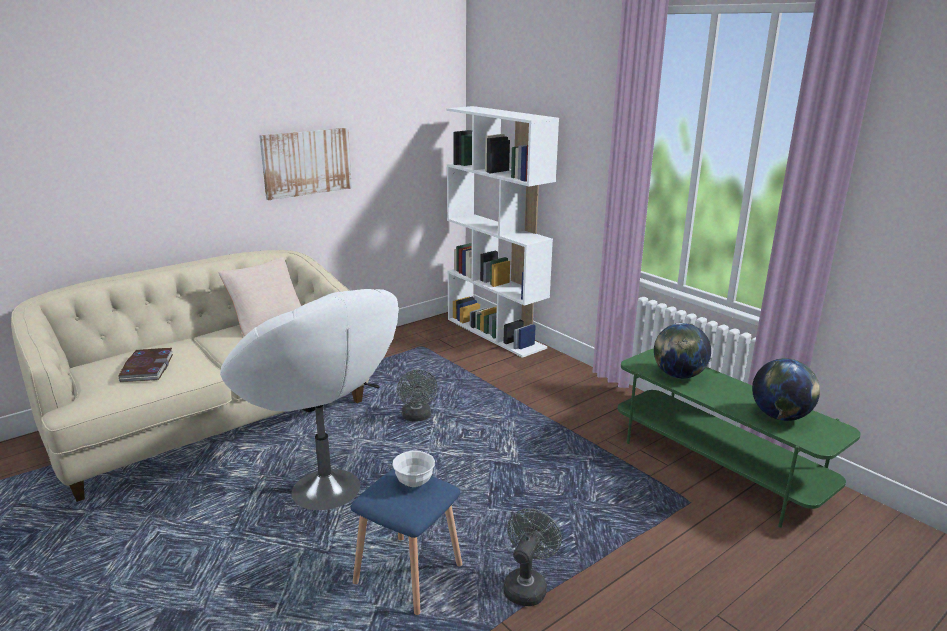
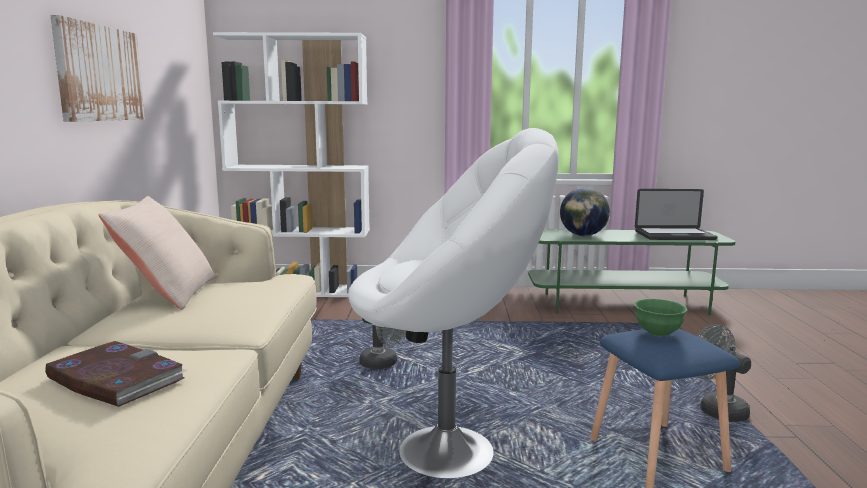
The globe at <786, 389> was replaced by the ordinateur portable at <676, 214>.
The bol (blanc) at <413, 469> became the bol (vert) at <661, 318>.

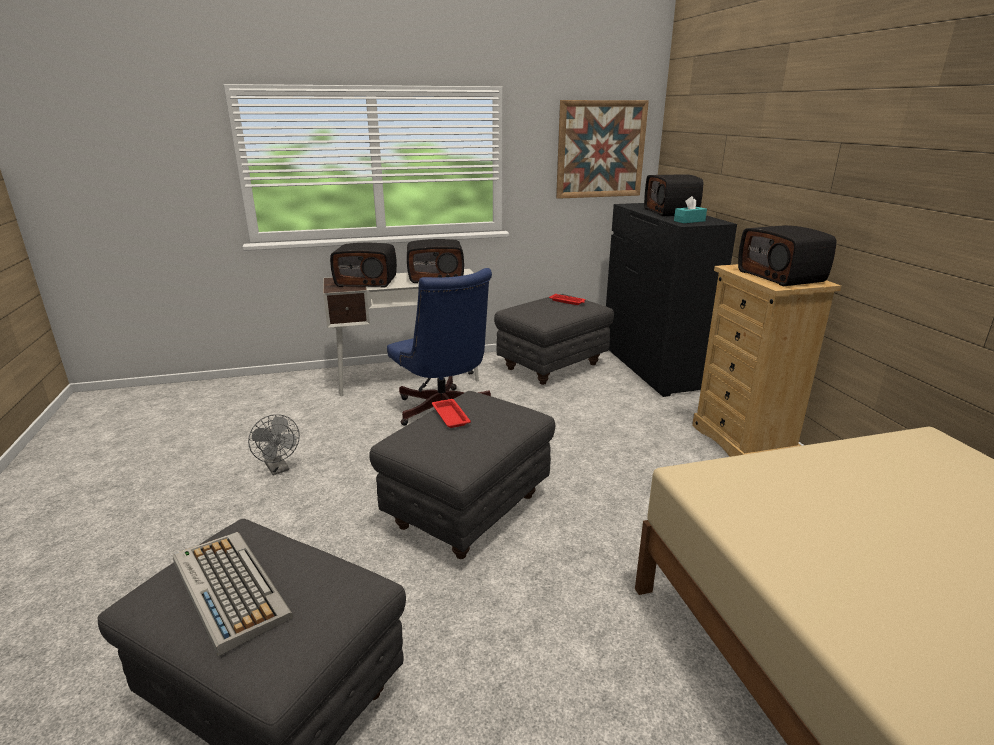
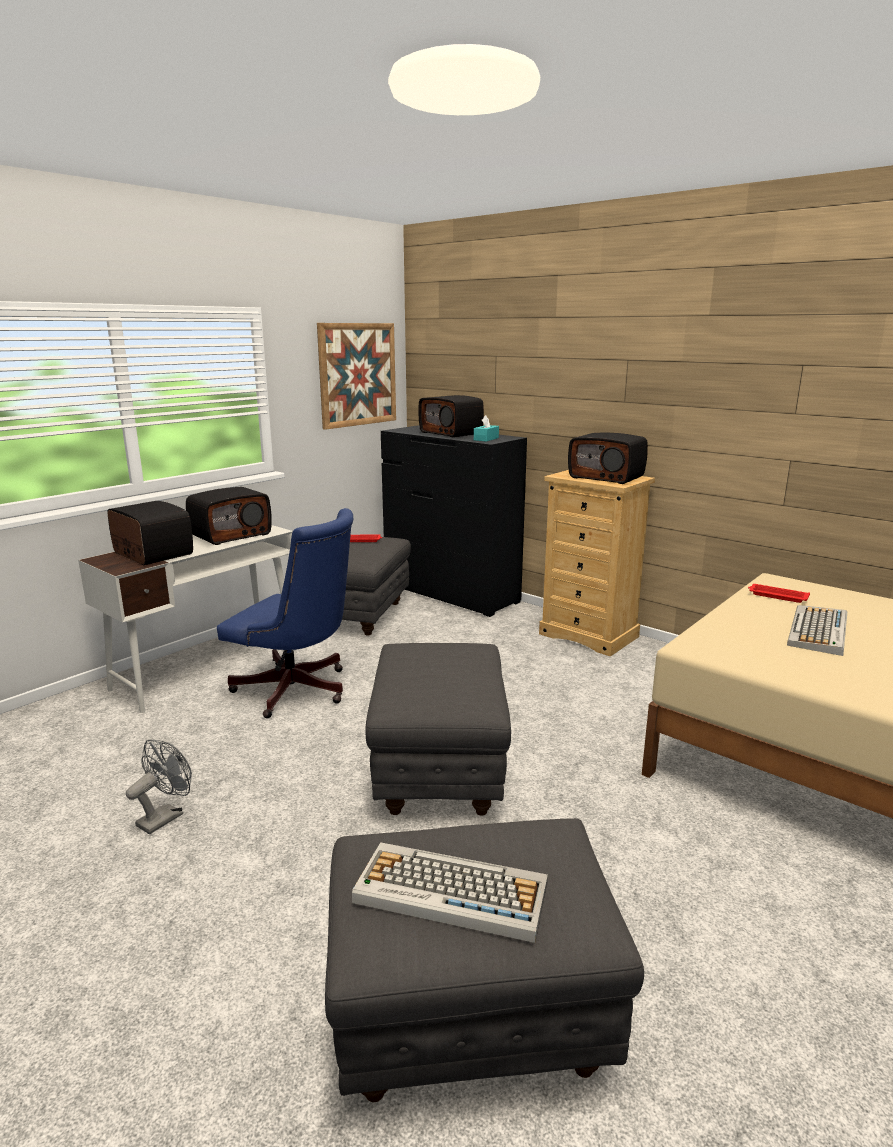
The clavier at <817, 630> appeared.
The plateau (rouge) moved from <451, 413> to <779, 593>.
The ventilateur (gris) at <274, 444> turned 75 degrees counterclockwise.
The radio at <363, 265> turned 105 degrees counterclockwise.

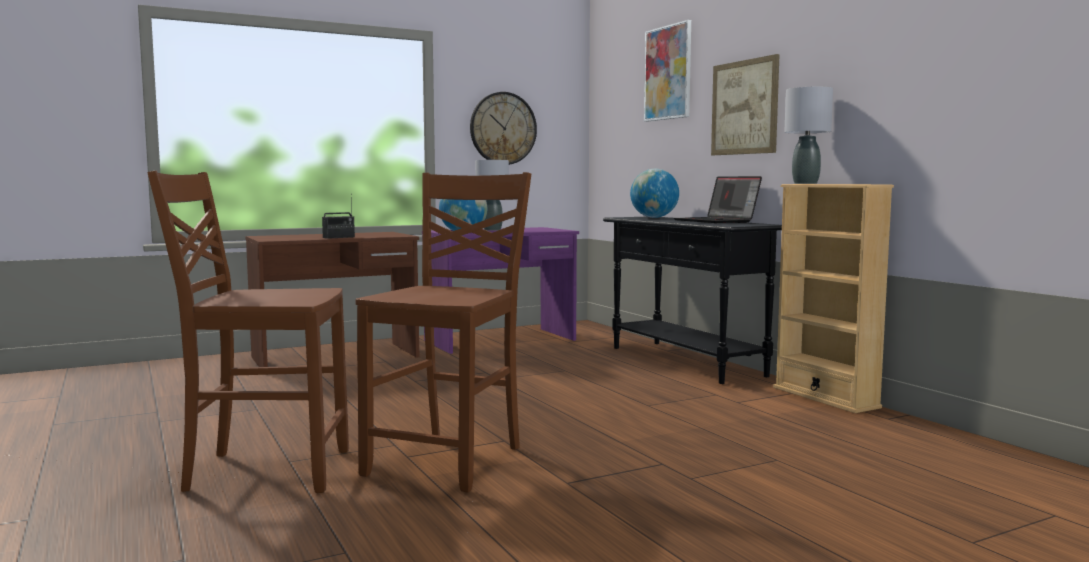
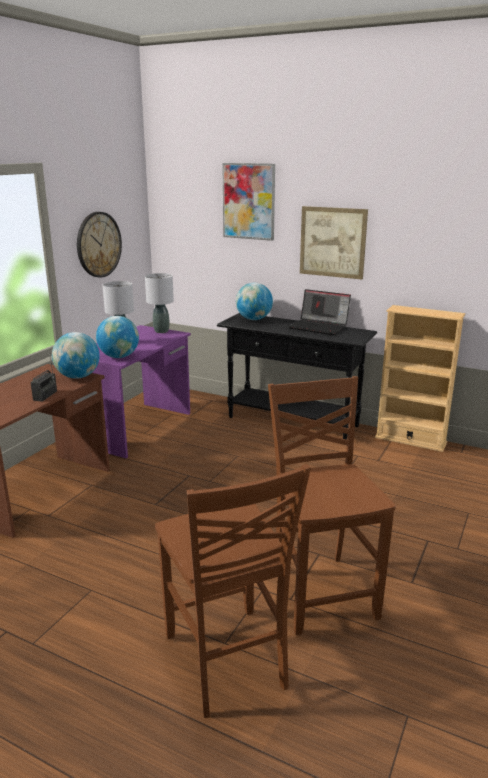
The globe at <76, 355> appeared.
The lampe de table (gris) moved from <808, 135> to <159, 303>.
The chaise (marron) at <248, 332> turned 75 degrees counterclockwise.

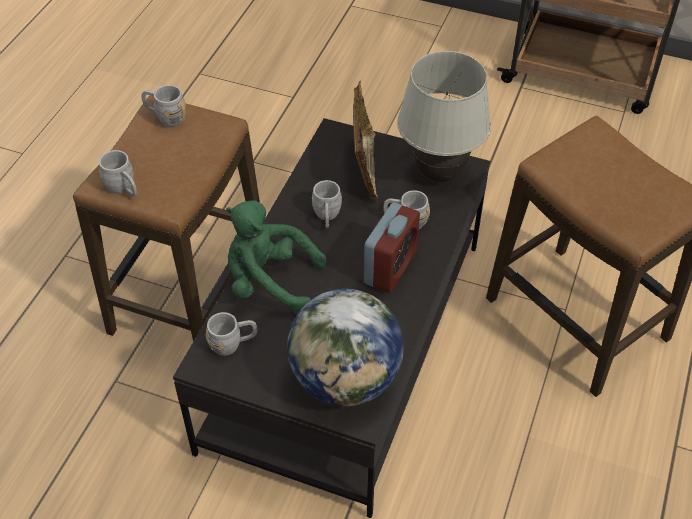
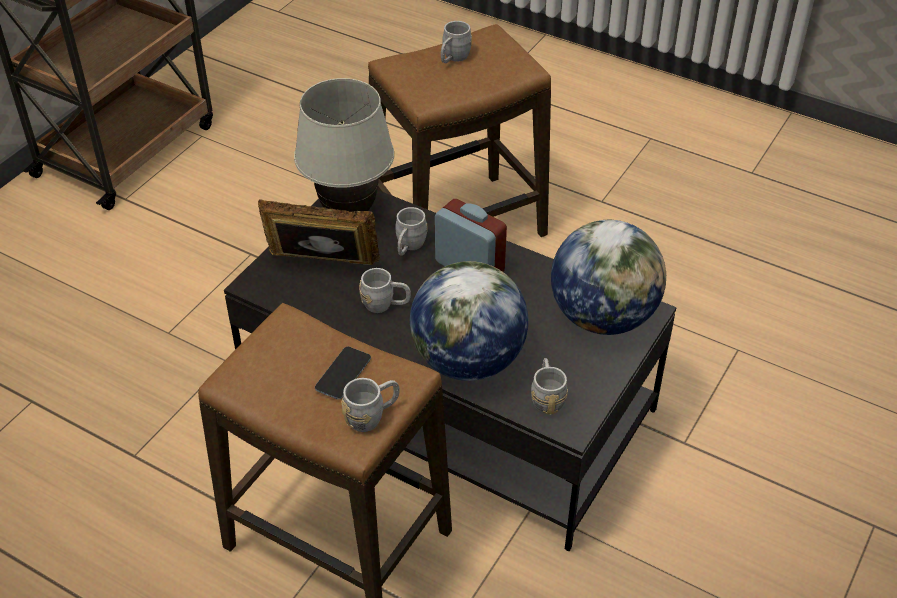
The téléphone at <343, 373> appeared.
The mug (gris) moved from <163, 106> to <456, 42>.
The peluche (vert) at <276, 257> was replaced by the globe at <469, 321>.

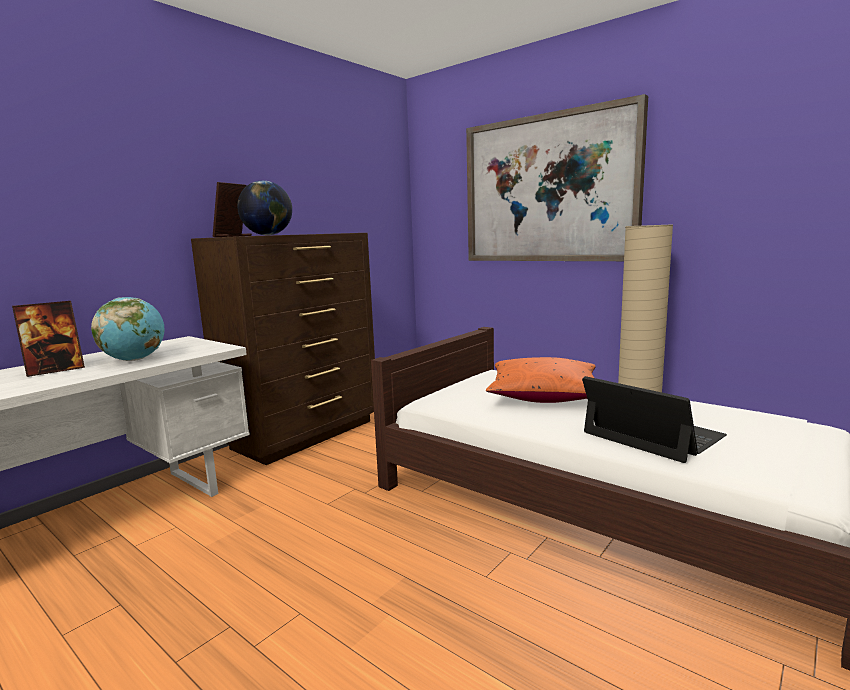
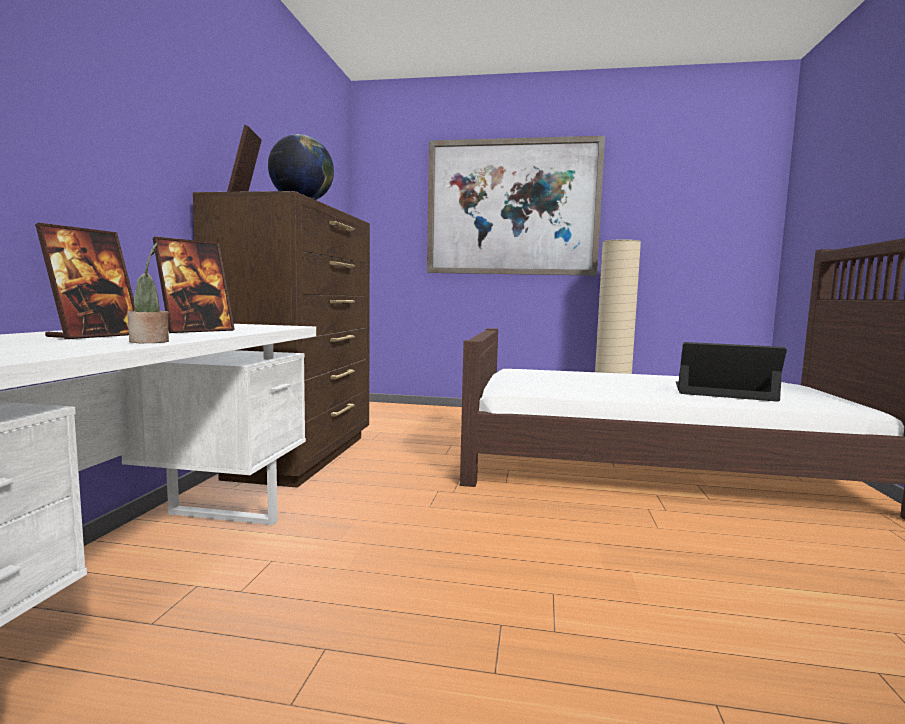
The coussin (orange) at <541, 380> disappeared.
The plante en pot at <148, 293> appeared.
The globe at <127, 329> was replaced by the cadre photo at <194, 285>.

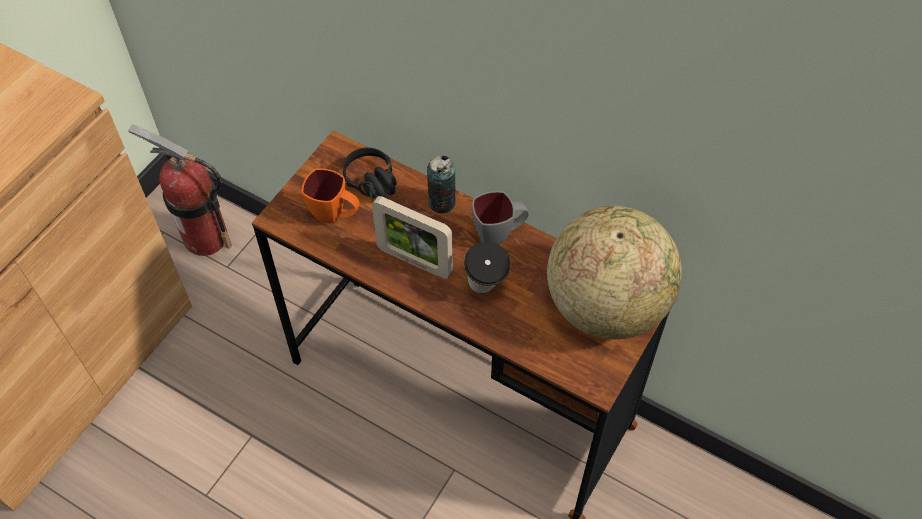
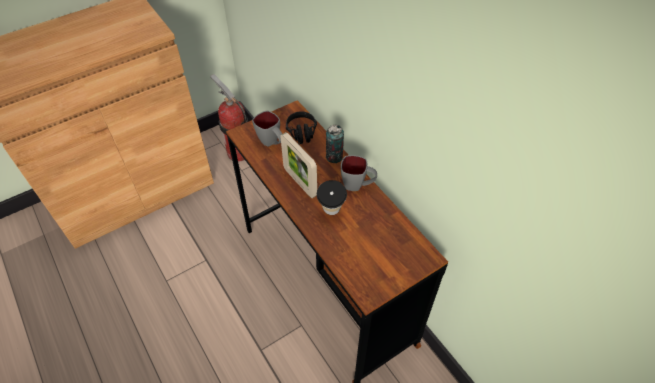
The globe at <614, 272> disappeared.
The mug (orange) at <330, 196> became the mug (gris) at <267, 129>.

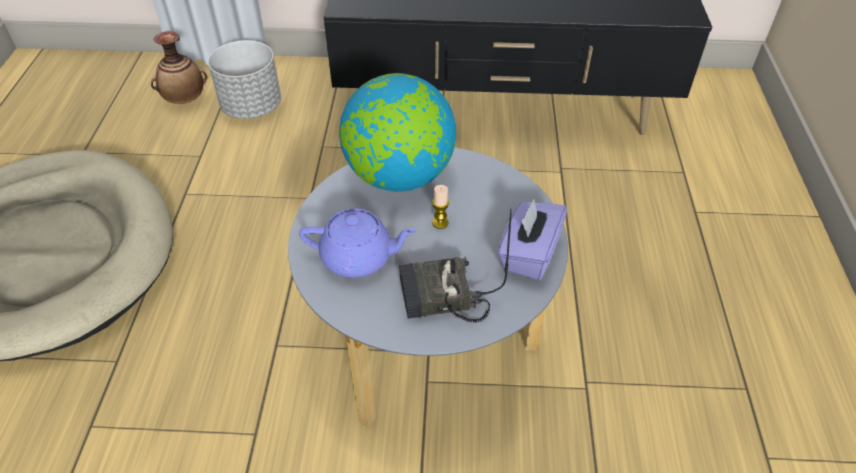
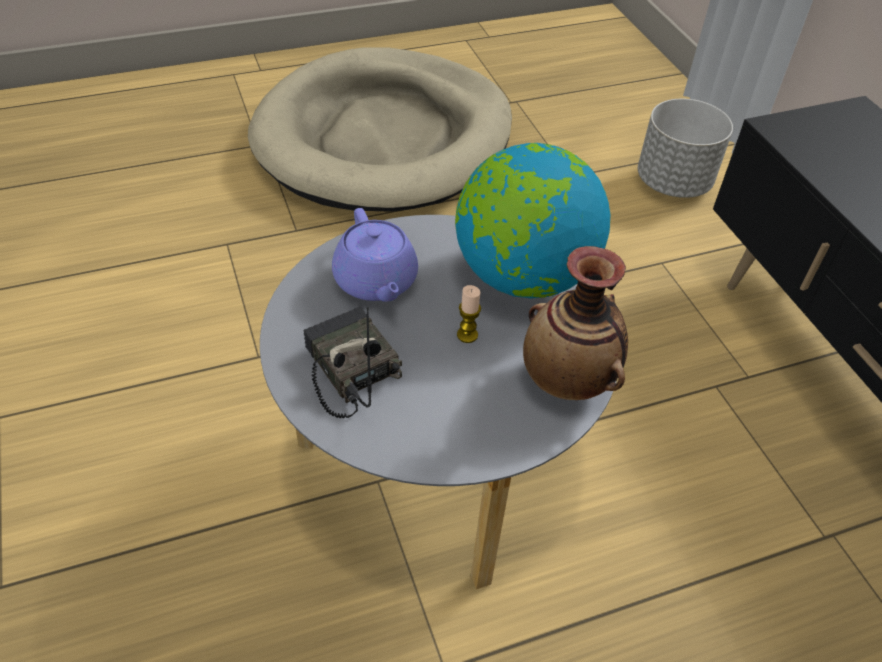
The boîte à mouchoirs (violet) at <532, 240> disappeared.
The vase moved from <179, 67> to <575, 323>.

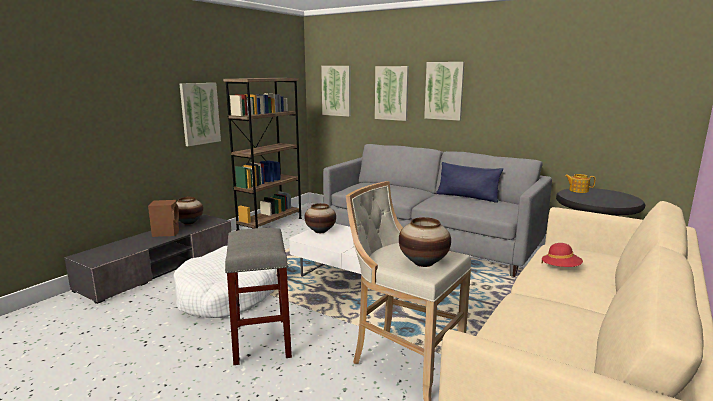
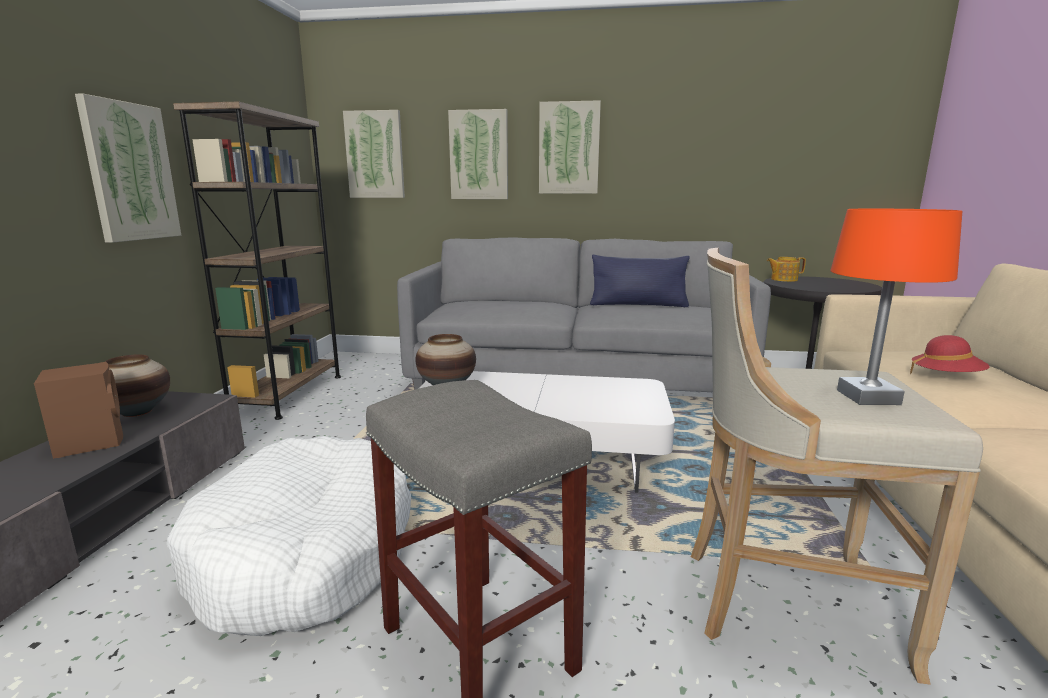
The vase at <425, 242> was replaced by the lampe de table (orange) at <896, 307>.

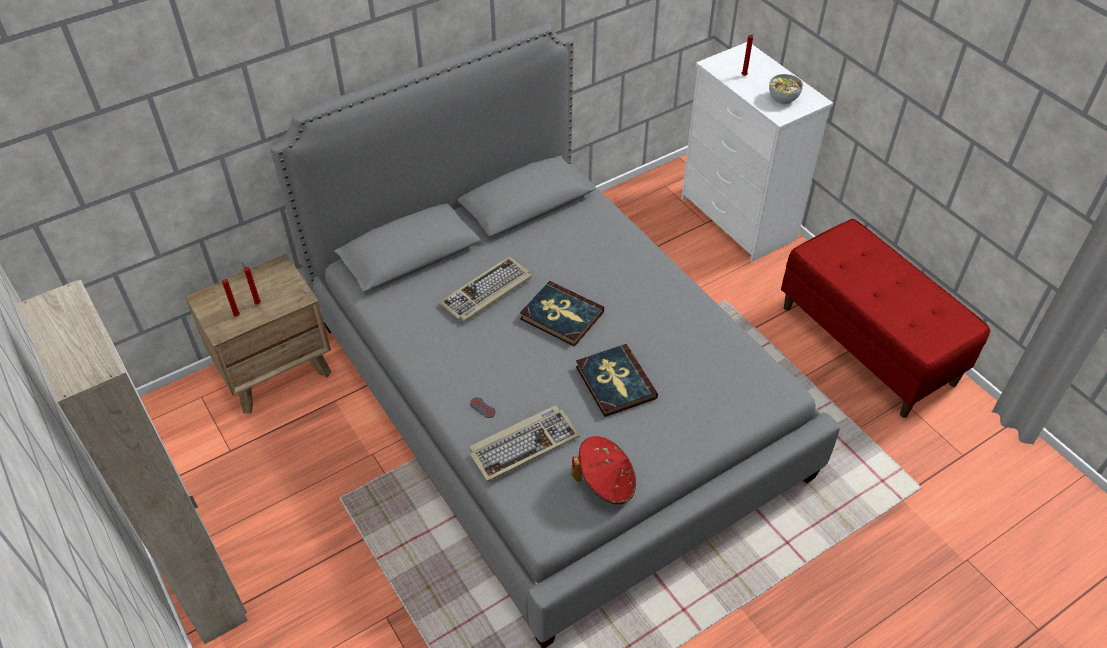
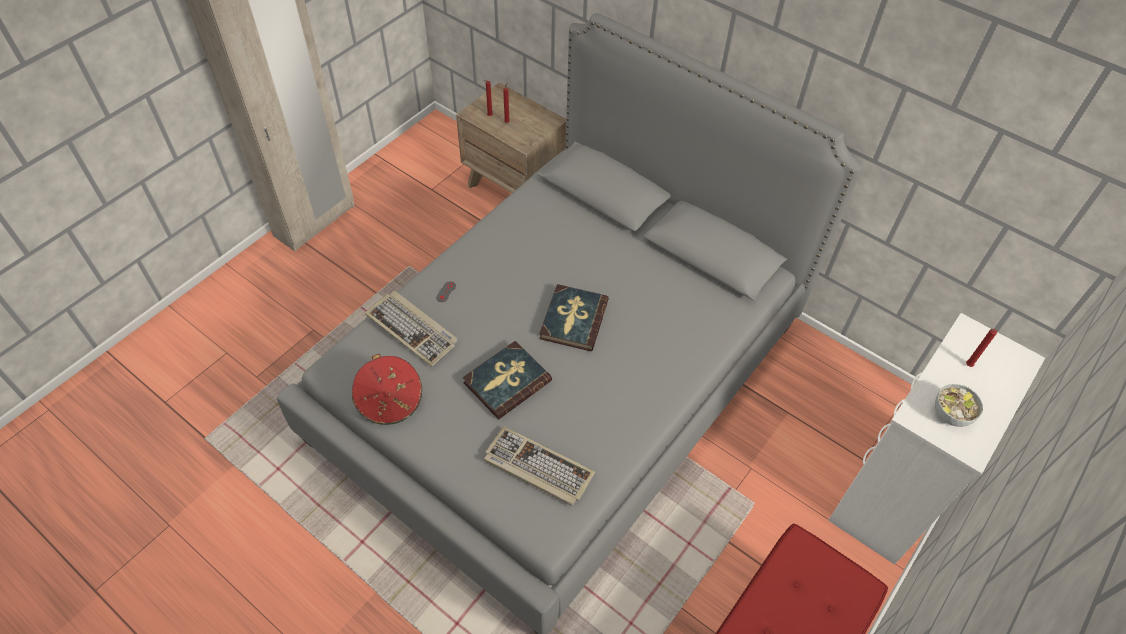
The clavier moved from <485, 289> to <539, 466>.

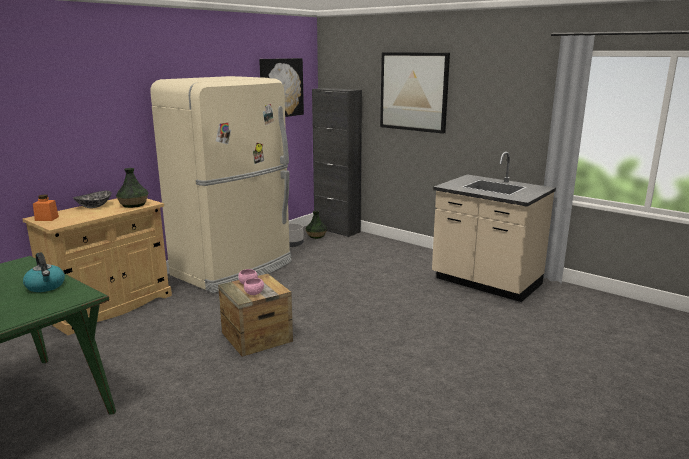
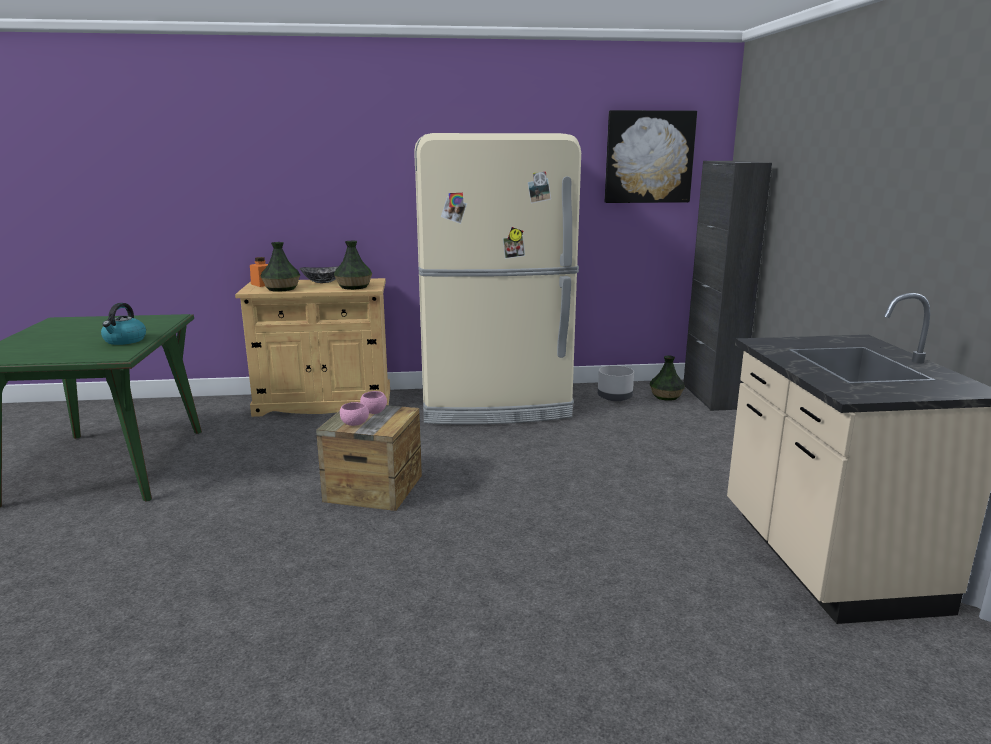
The tableau at <415, 93> disappeared.
The vase at <280, 267> appeared.

